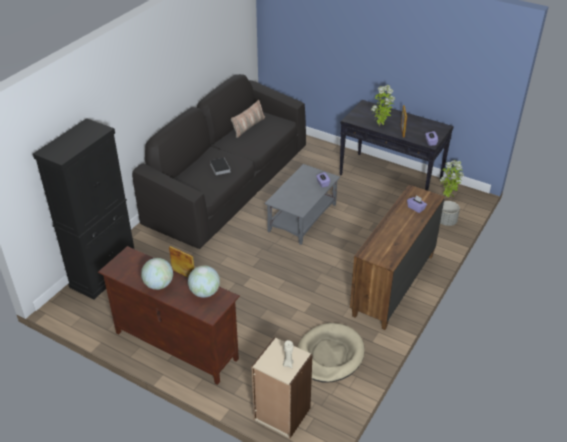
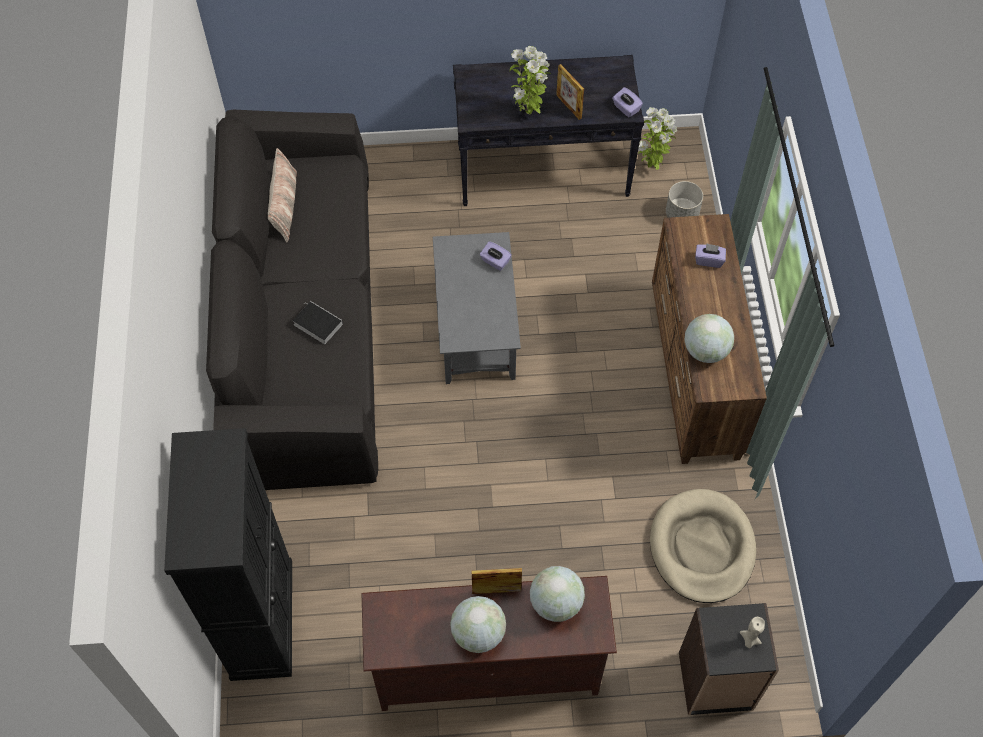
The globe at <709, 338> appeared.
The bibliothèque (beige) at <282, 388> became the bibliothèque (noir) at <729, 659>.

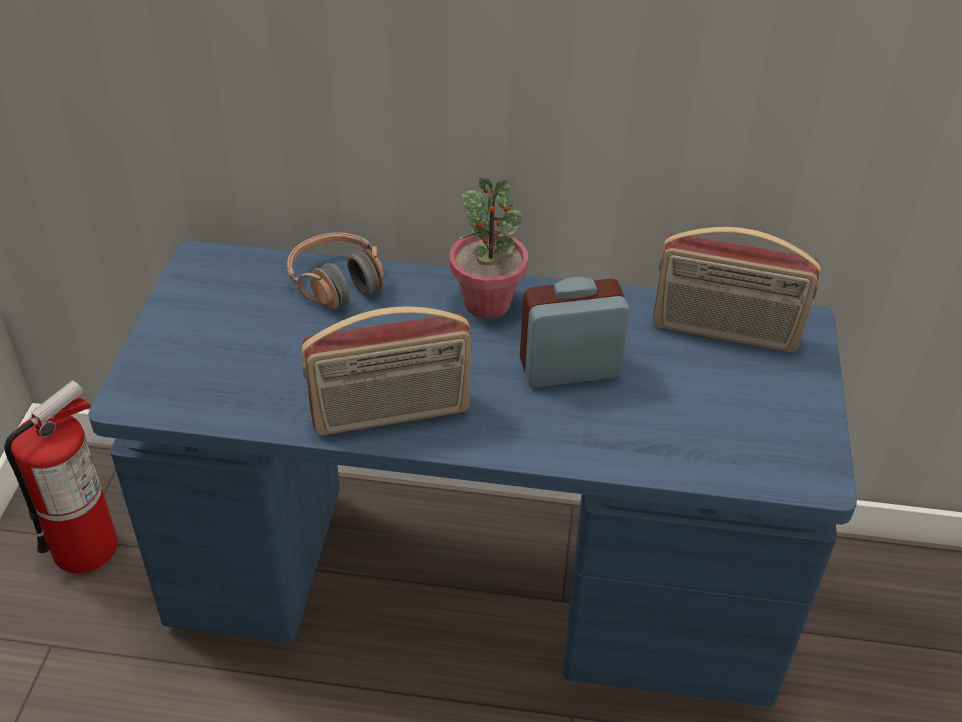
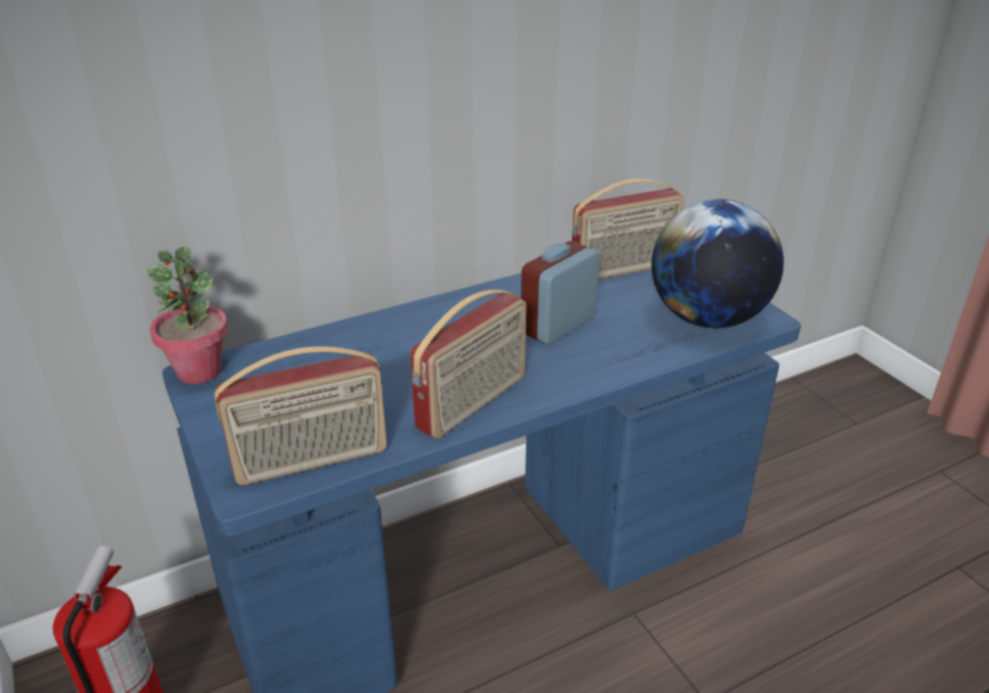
The casque audio at <335, 271> disappeared.
The radio at <300, 415> appeared.
The globe at <717, 263> appeared.
The plante en pot moved from <489, 248> to <187, 315>.

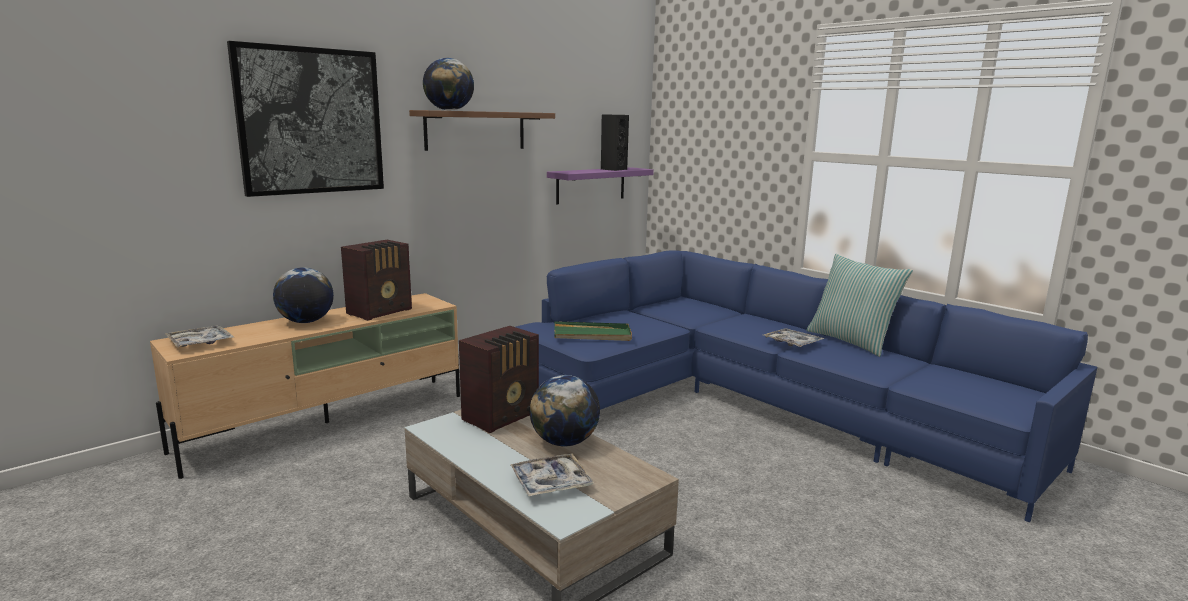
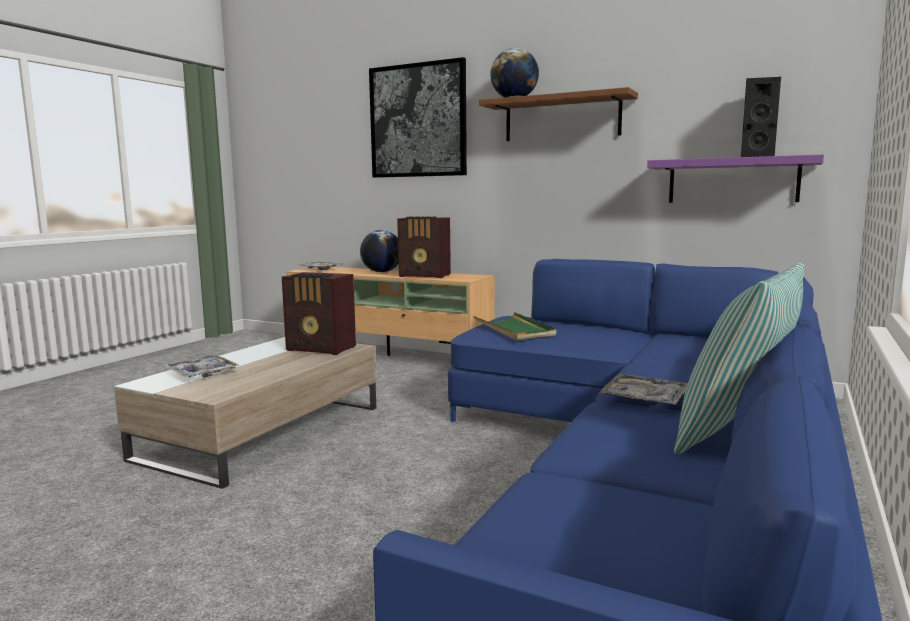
The globe at <564, 411> disappeared.

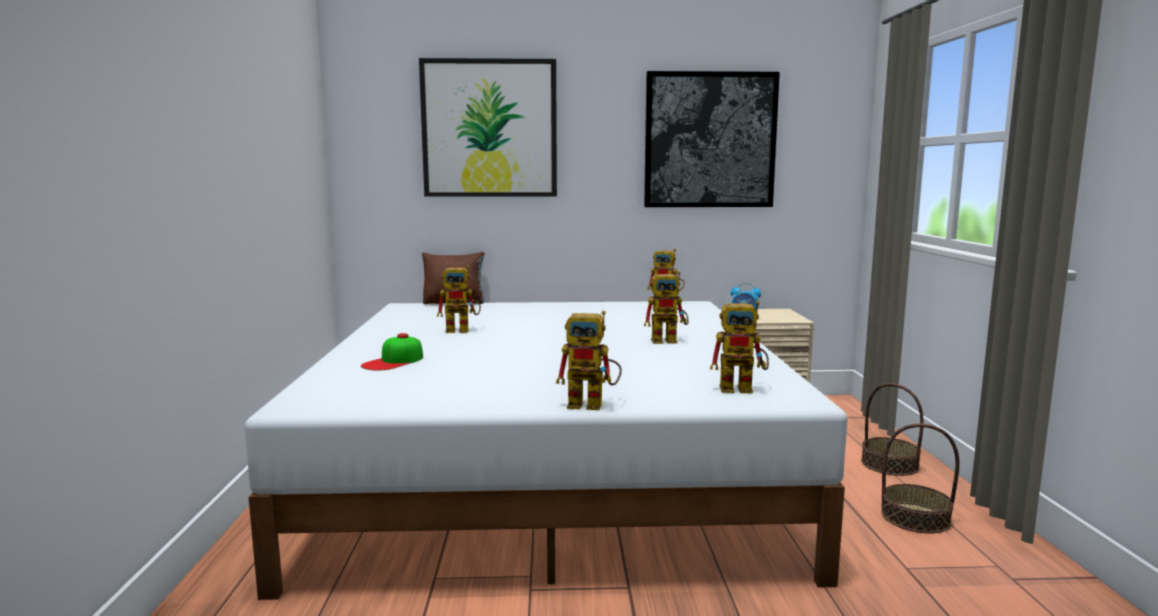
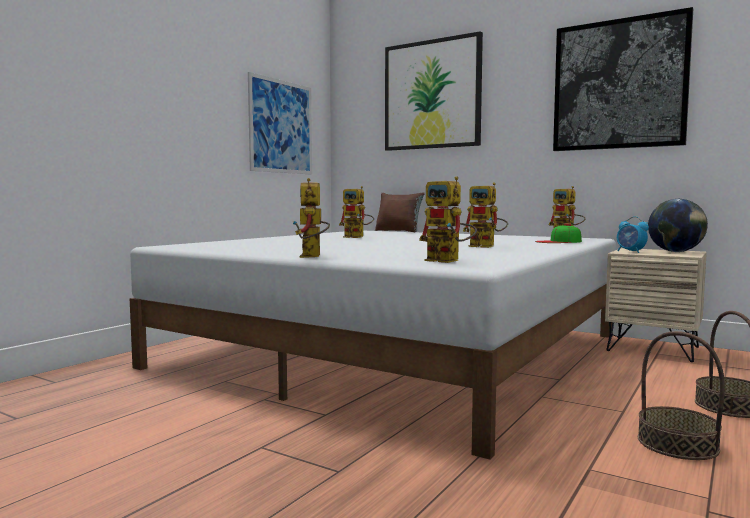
The tableau at <280, 123> appeared.
The globe at <678, 225> appeared.
The casquette moved from <392, 351> to <558, 233>.
The robot jouet at <589, 360> turned 45 degrees clockwise.

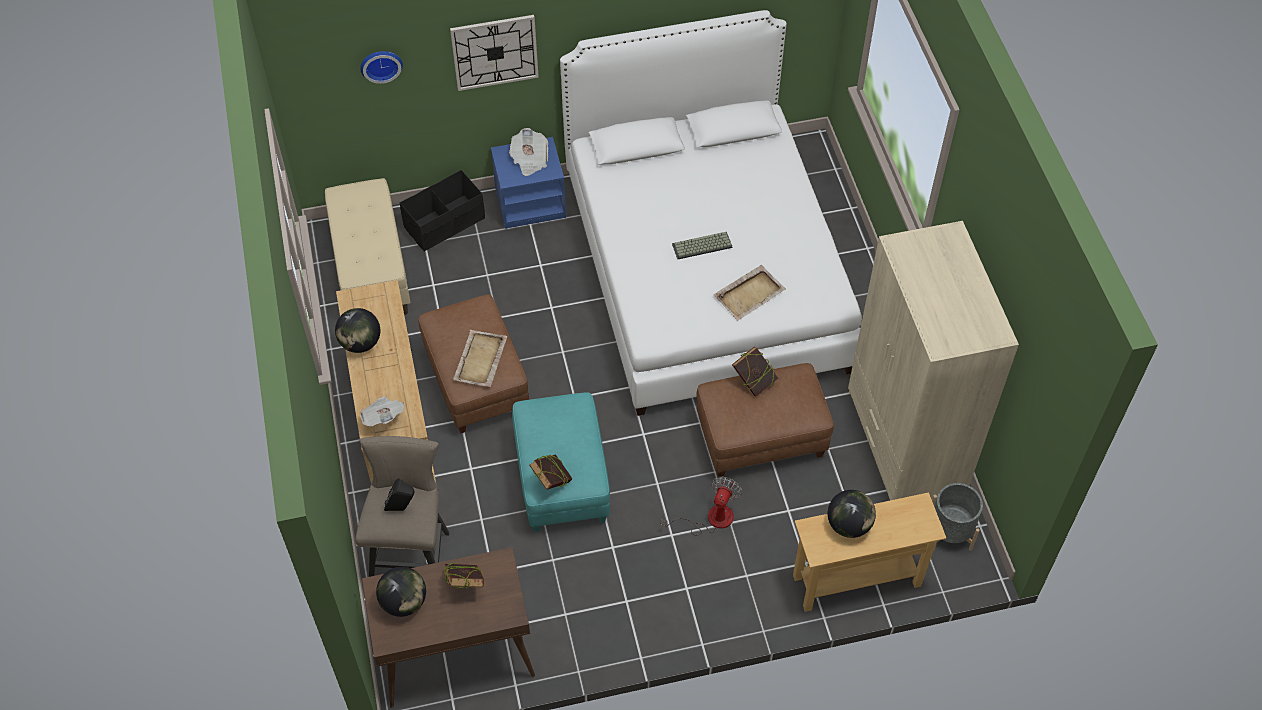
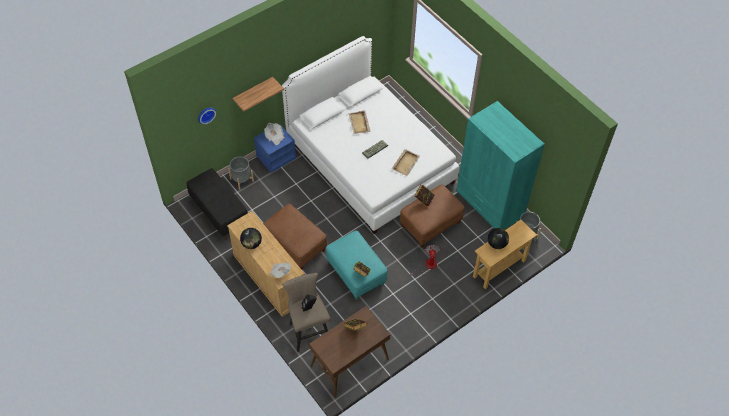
The globe at <401, 592> disappeared.
The plateau (beige) moved from <480, 358> to <359, 122>.
The boîte de rangement (noir) at <442, 210> was replaced by the cache-pot (gris) at <241, 173>.
The horloge murale at <494, 53> was replaced by the étagère at <258, 94>.
The banc (beige) at <368, 246> became the banc (noir) at <217, 204>.
The armoire (beige) at <933, 360> became the armoire (turquoise) at <501, 165>.

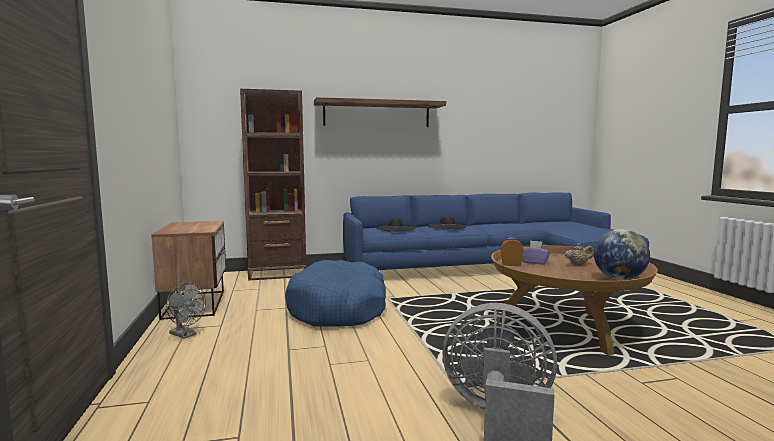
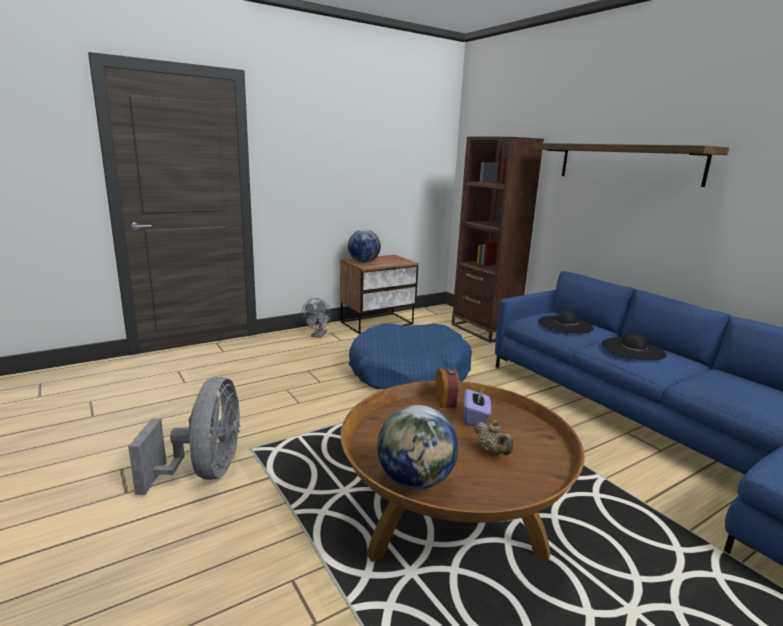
The globe at <364, 246> appeared.

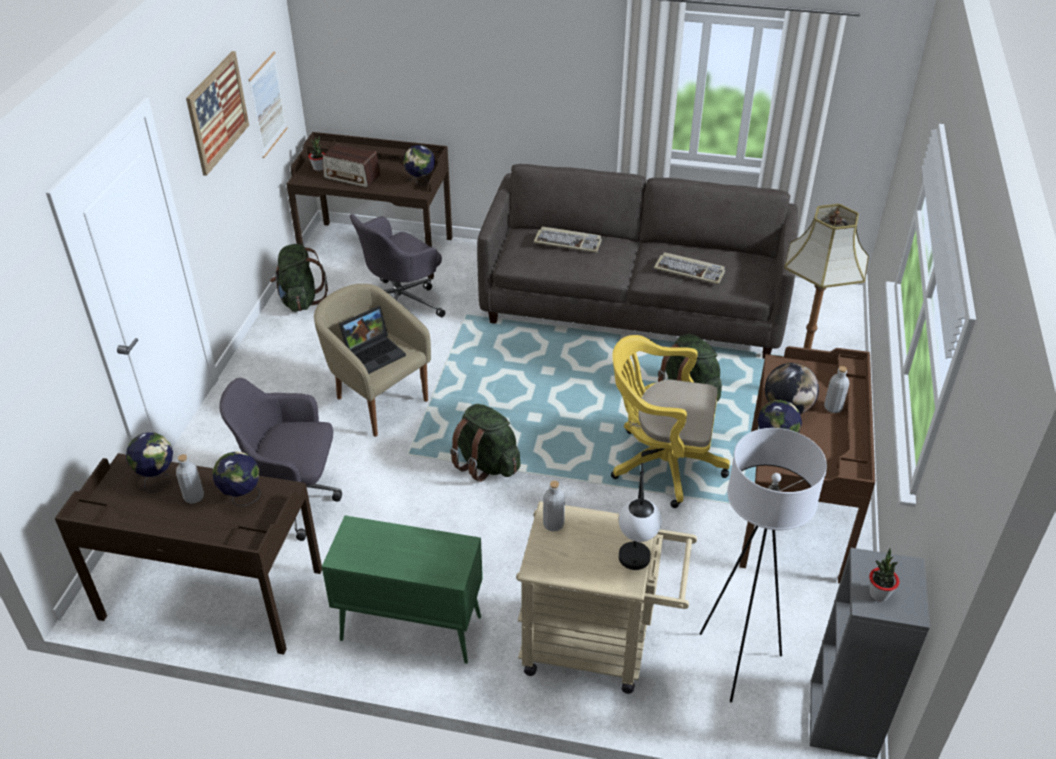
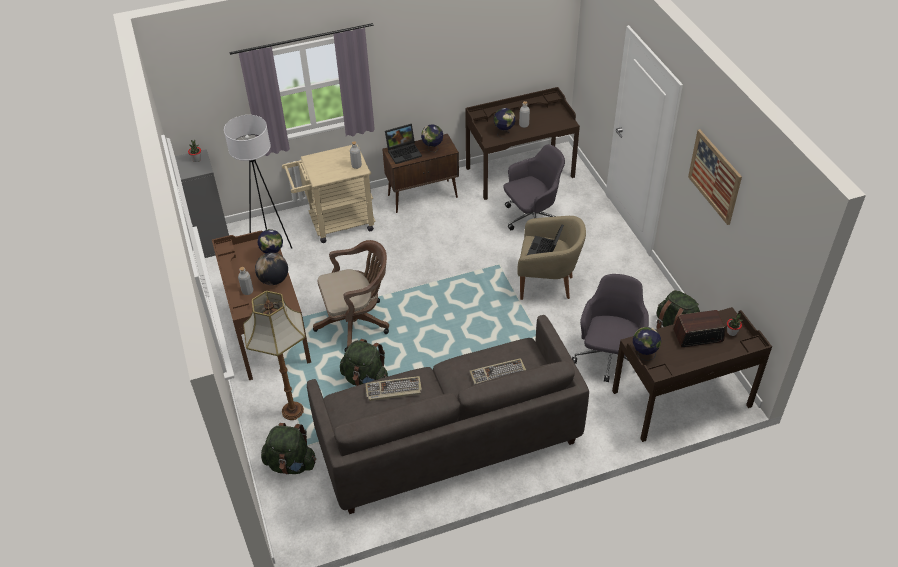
The tableau at <268, 104> disappeared.
The lampe de table at <640, 516> disappeared.
The ordinateur portable at <403, 144> appeared.
The globe moved from <149, 462> to <432, 138>.
The sac à dos (vert) moved from <485, 443> to <288, 448>.
The meuble de rangement (vert) at <402, 590> became the meuble de rangement (marron) at <420, 173>.
The chaise de bureau (jaune) at <670, 421> became the chaise de bureau (marron) at <351, 296>.

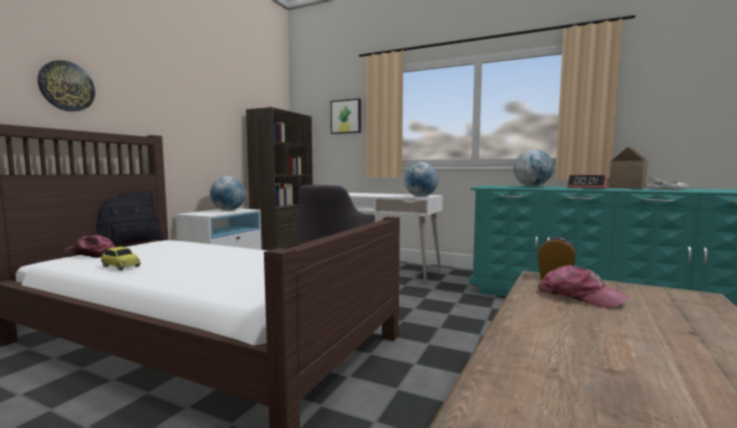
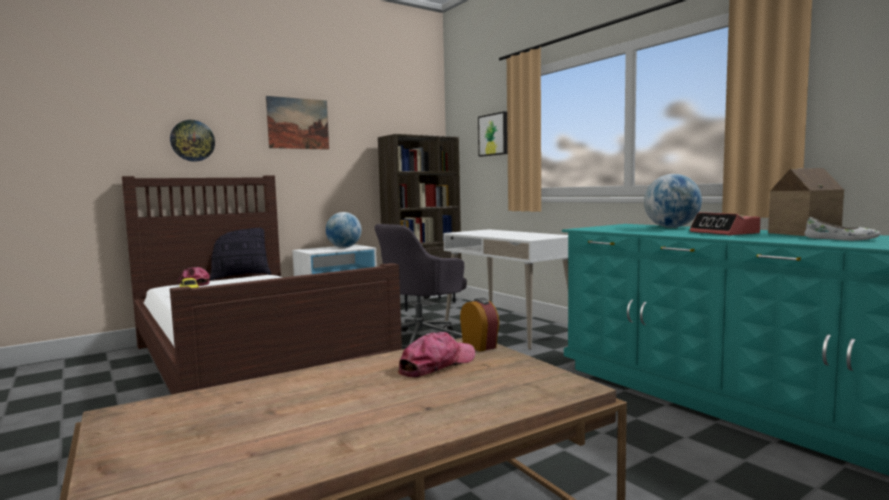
The globe at <421, 179> disappeared.
The tableau at <297, 123> appeared.
The casquette at <584, 286> turned 120 degrees counterclockwise.

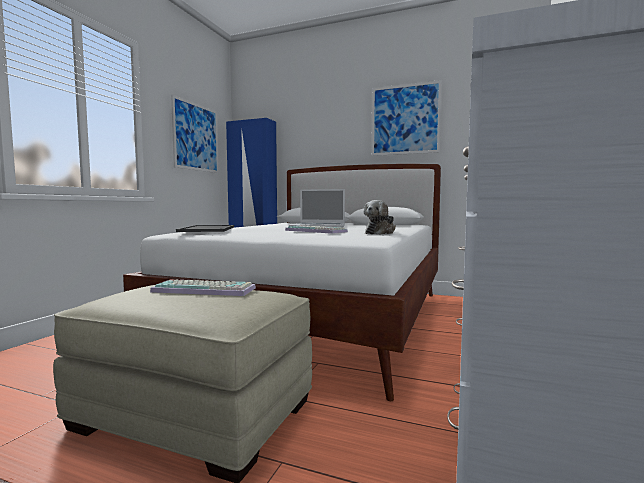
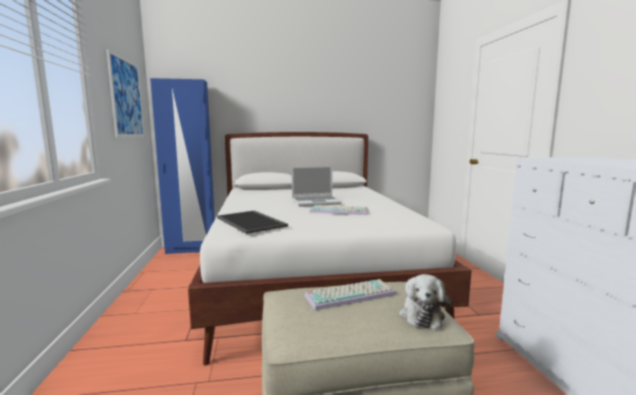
The tableau at <406, 118> disappeared.
The peluche moved from <380, 217> to <425, 301>.

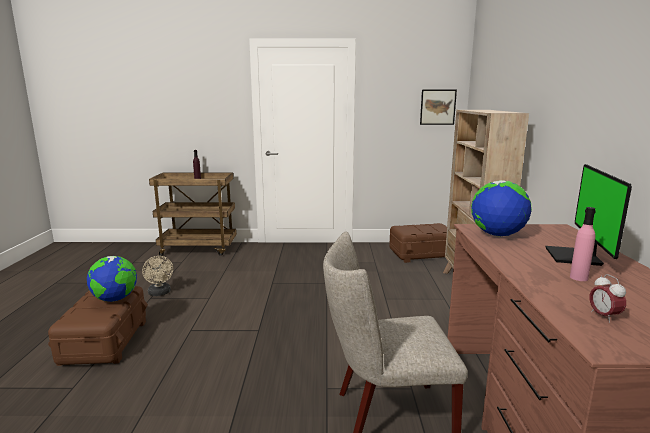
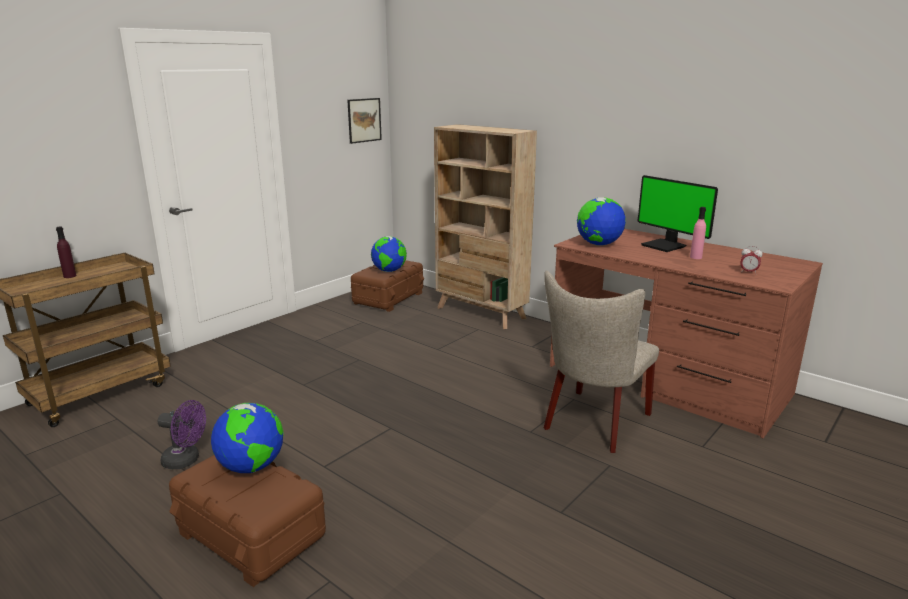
The globe at <389, 254> appeared.
The ventilateur (beige) at <157, 276> became the ventilateur (violet) at <182, 434>.

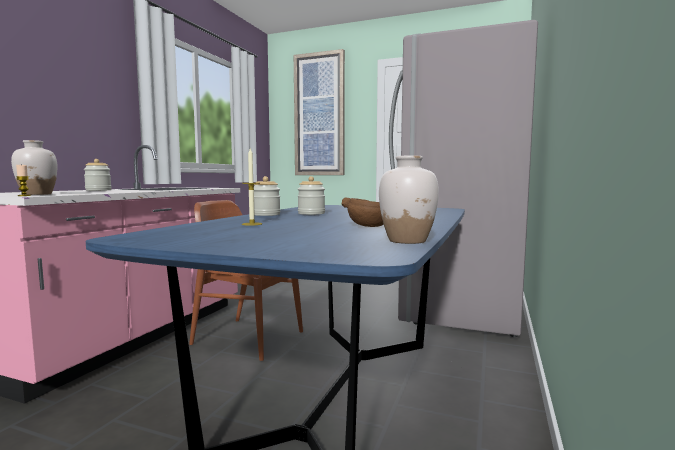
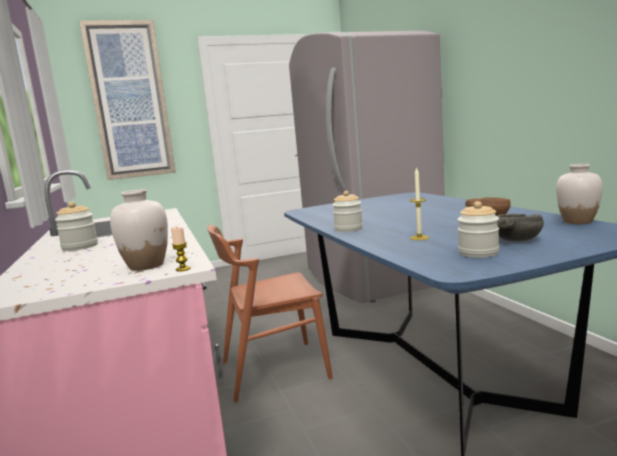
The bol (gris) at <520, 227> appeared.
The bocal moved from <311, 195> to <478, 229>.

